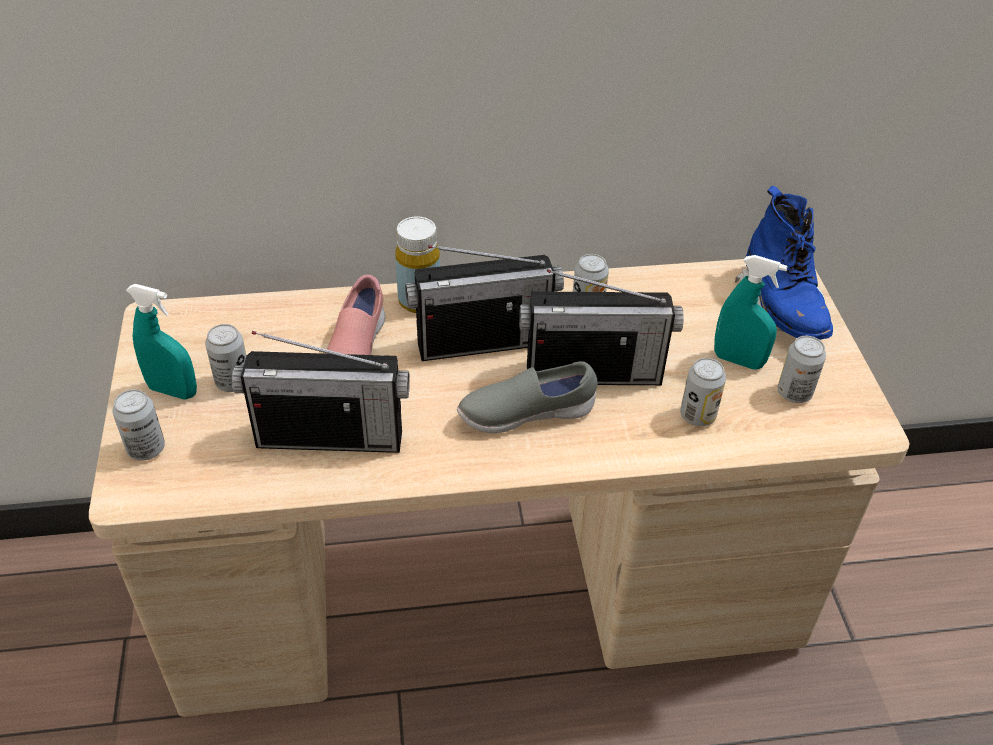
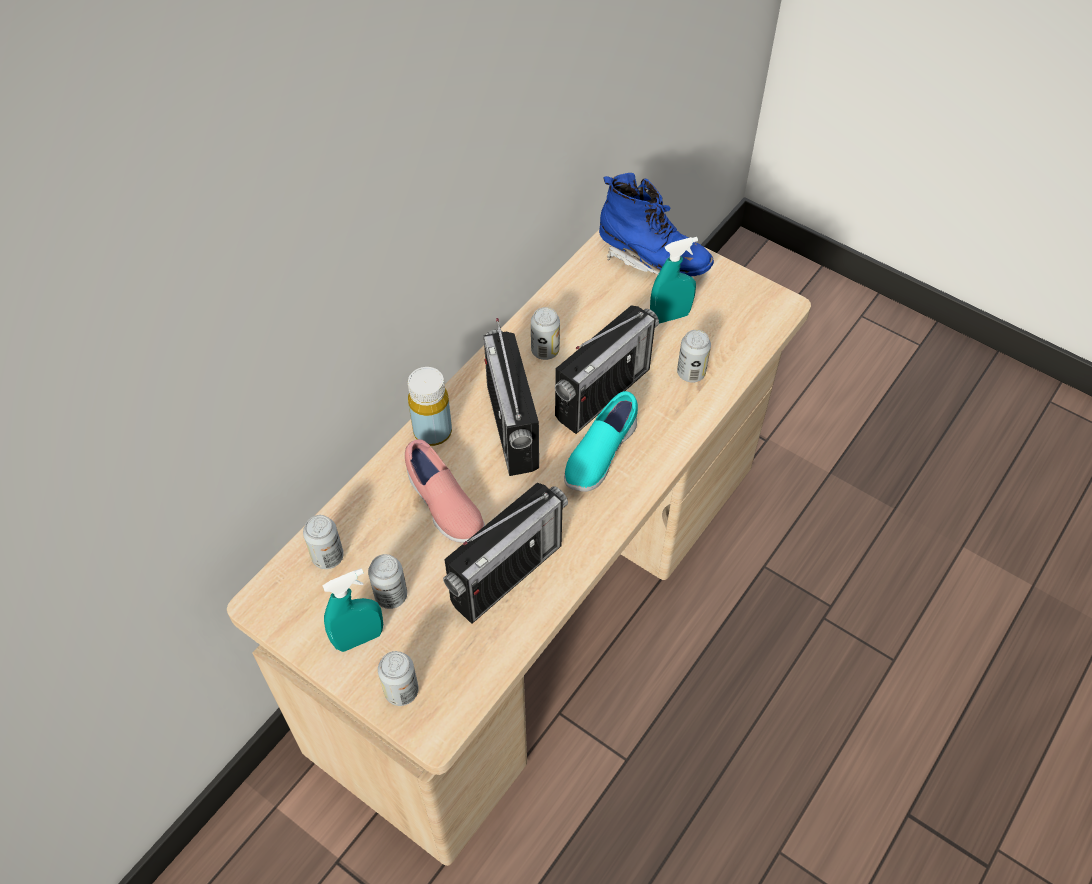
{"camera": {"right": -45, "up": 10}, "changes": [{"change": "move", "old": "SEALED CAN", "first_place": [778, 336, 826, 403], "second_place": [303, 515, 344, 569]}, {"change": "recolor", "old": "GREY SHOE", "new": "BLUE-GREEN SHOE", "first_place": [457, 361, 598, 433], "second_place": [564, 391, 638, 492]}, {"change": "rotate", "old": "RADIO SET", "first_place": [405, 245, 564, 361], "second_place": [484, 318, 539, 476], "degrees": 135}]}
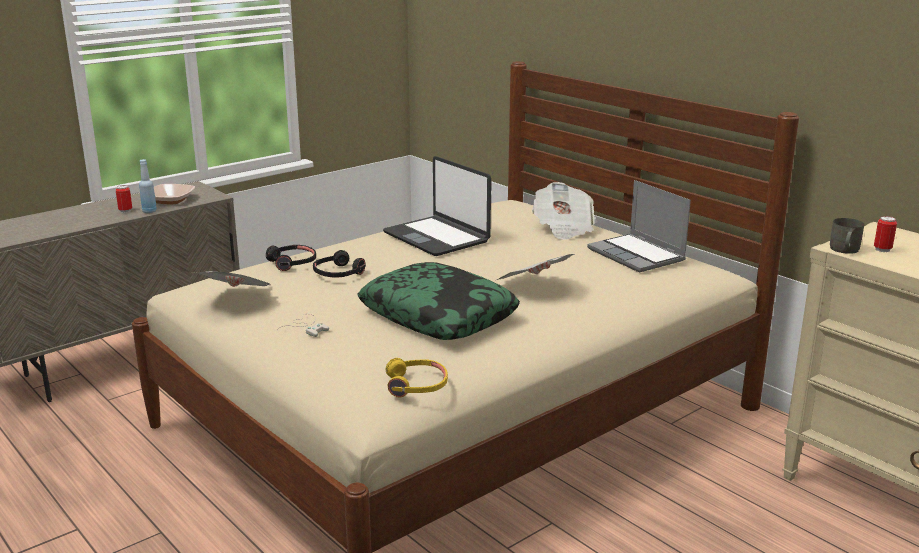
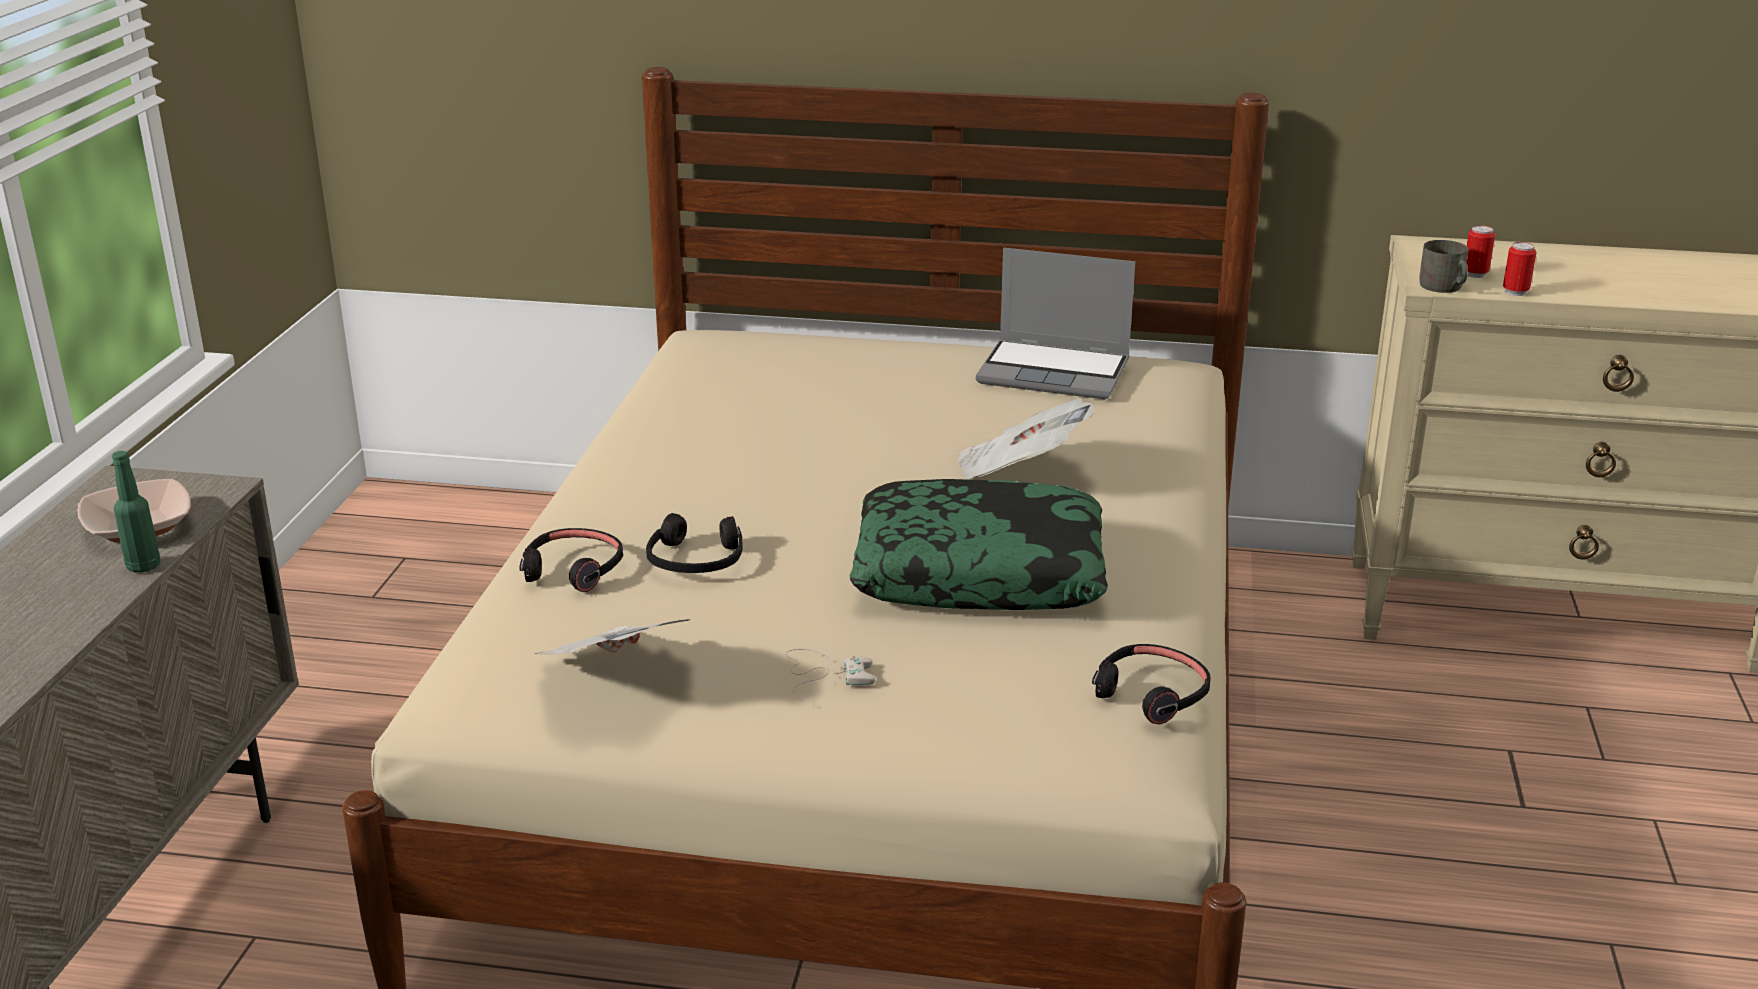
{"camera": {"right": -40, "up": 5}, "changes": [{"change": "delete", "old": "LAPTOP", "first_place": [383, 156, 491, 256]}, {"change": "delete", "old": "NEWSPAPER", "first_place": [532, 182, 595, 240]}, {"change": "move", "old": "SEALED CAN", "first_place": [116, 185, 132, 213], "second_place": [1503, 242, 1537, 296]}, {"change": "recolor", "old": "BLUISH DRINK BOTTLE", "new": "GREENISH DRINK BOTTLE", "first_place": [139, 159, 157, 213], "second_place": [112, 451, 160, 573]}, {"change": "recolor", "old": "YELLOWISH PAIR OF HEADPHONES", "new": "BLACKISH PAIR OF HEADPHONES", "first_place": [386, 358, 448, 398], "second_place": [1092, 644, 1210, 724]}]}
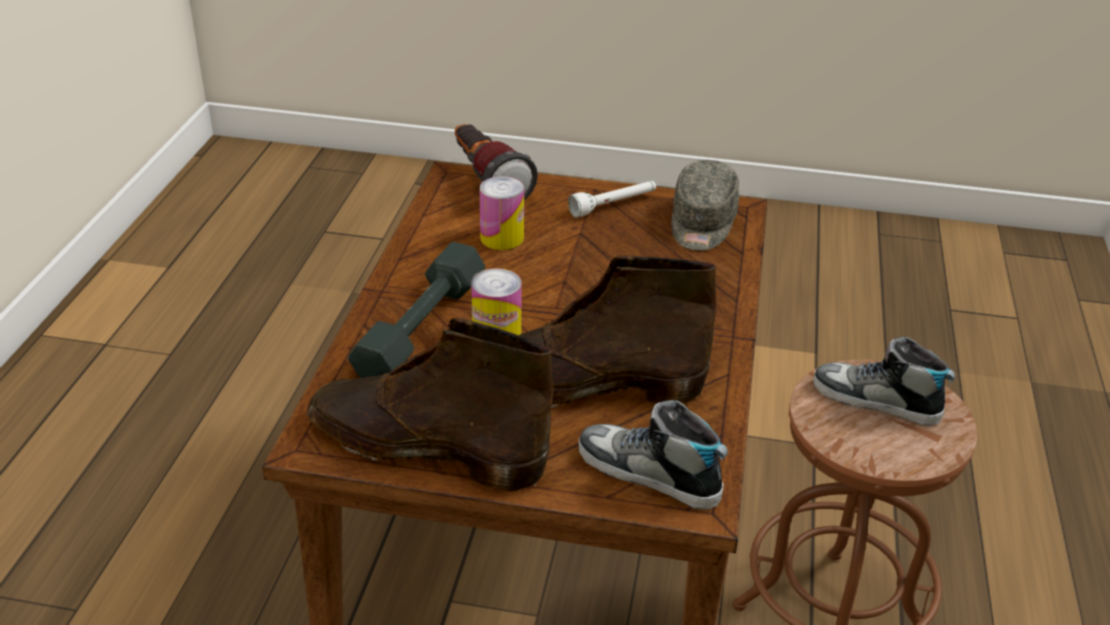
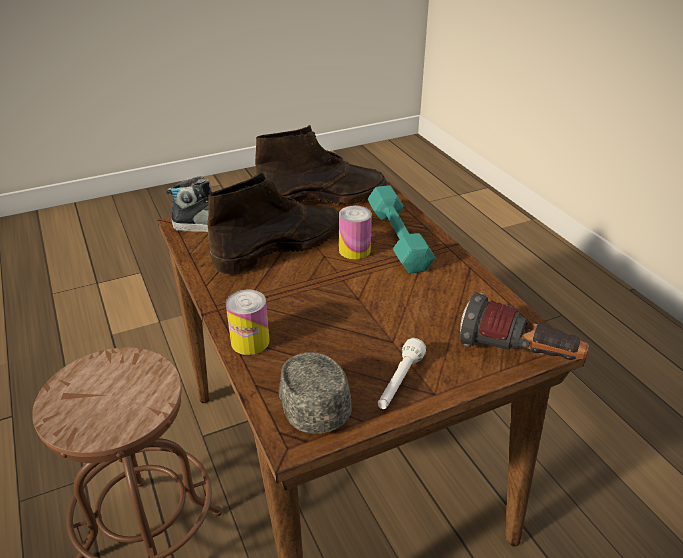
{"camera": {"right": 145, "up": 0}, "changes": [{"change": "delete", "old": "SHOE", "first_place": [813, 337, 955, 426]}, {"change": "move", "old": "SEALED CAN", "first_place": [479, 176, 524, 250], "second_place": [226, 290, 270, 355]}, {"change": "recolor", "old": "GREY HAND WEIGHT", "new": "BLUE-GREEN HAND WEIGHT", "first_place": [347, 242, 485, 378], "second_place": [368, 185, 435, 274]}]}
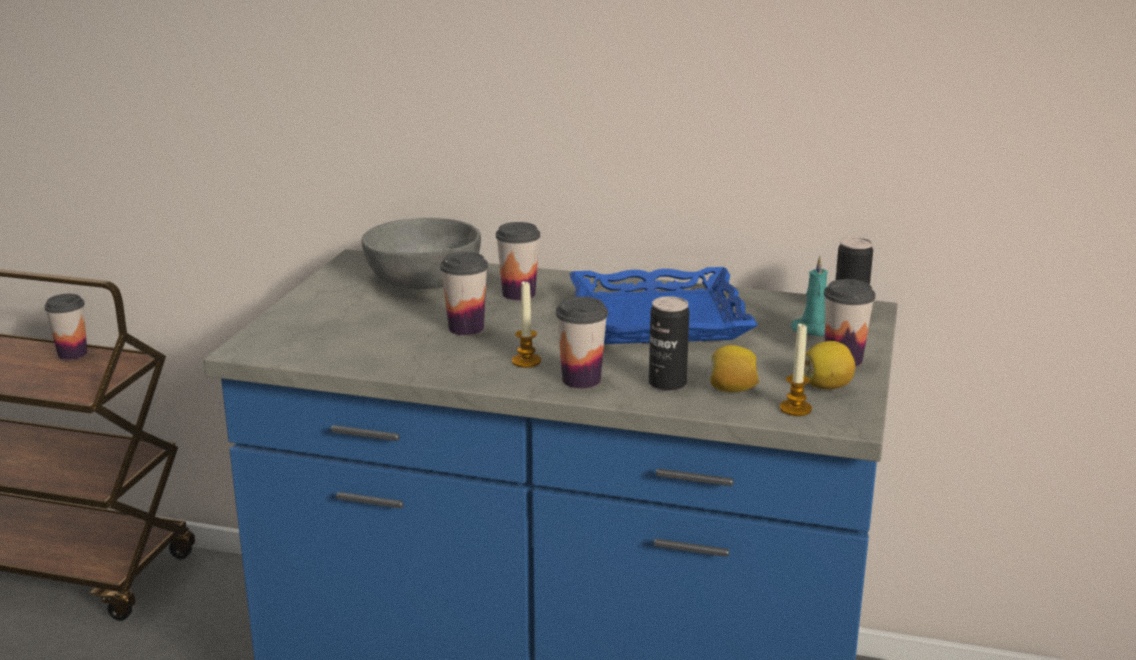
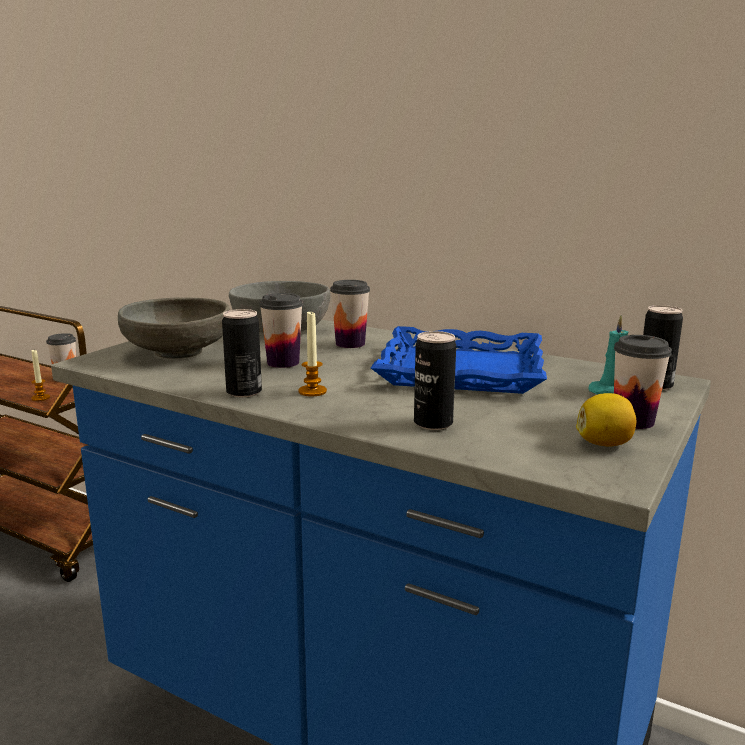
{"camera": {"right": 15, "up": -5}, "changes": [{"change": "delete", "old": "DRINKING CUP", "first_place": [556, 297, 608, 388]}, {"change": "delete", "old": "WHOLE LEMON", "first_place": [710, 345, 759, 392]}, {"change": "insert", "new": "GREY BOWL", "second_place": [118, 298, 230, 359]}, {"change": "insert", "new": "SEALED CAN", "second_place": [222, 309, 262, 397]}, {"change": "move", "old": "WAX CANDLE", "first_place": [780, 322, 812, 416], "second_place": [31, 350, 50, 401]}]}
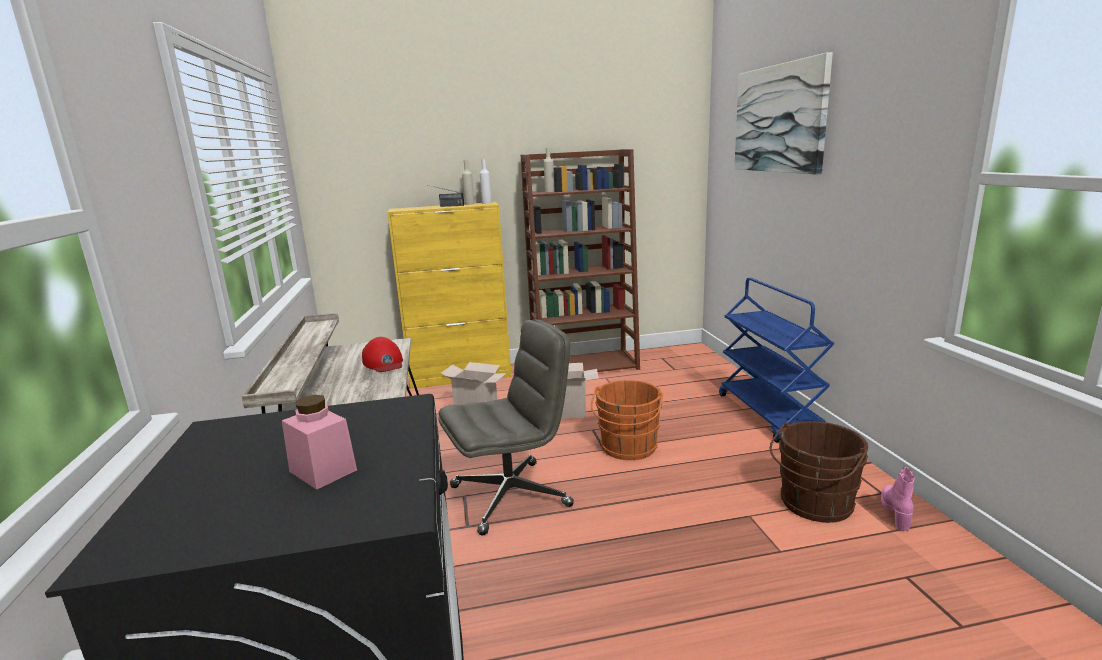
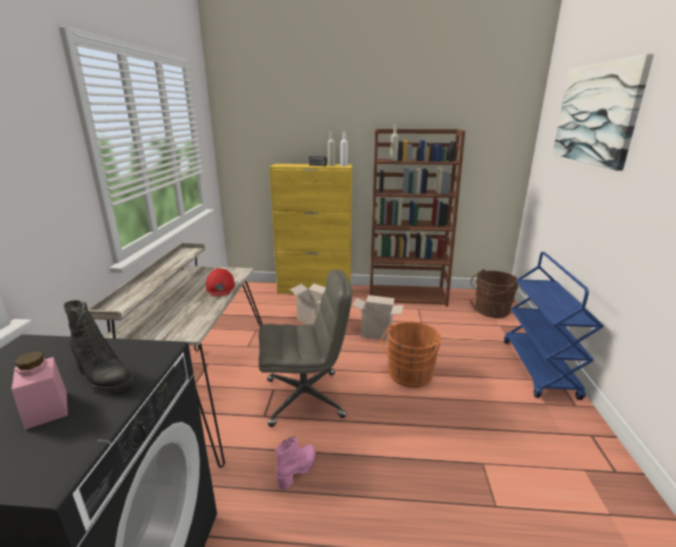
{"camera": {"right": 15, "up": 5}, "changes": [{"change": "insert", "new": "BLACKISH TALL BOOT", "second_place": [64, 300, 133, 393]}, {"change": "move", "old": "BROWN-COLOURED PAIL", "first_place": [770, 421, 868, 523], "second_place": [471, 269, 518, 318]}, {"change": "move", "old": "PINKISH TALL BOOT", "first_place": [881, 467, 915, 531], "second_place": [276, 436, 315, 490]}]}
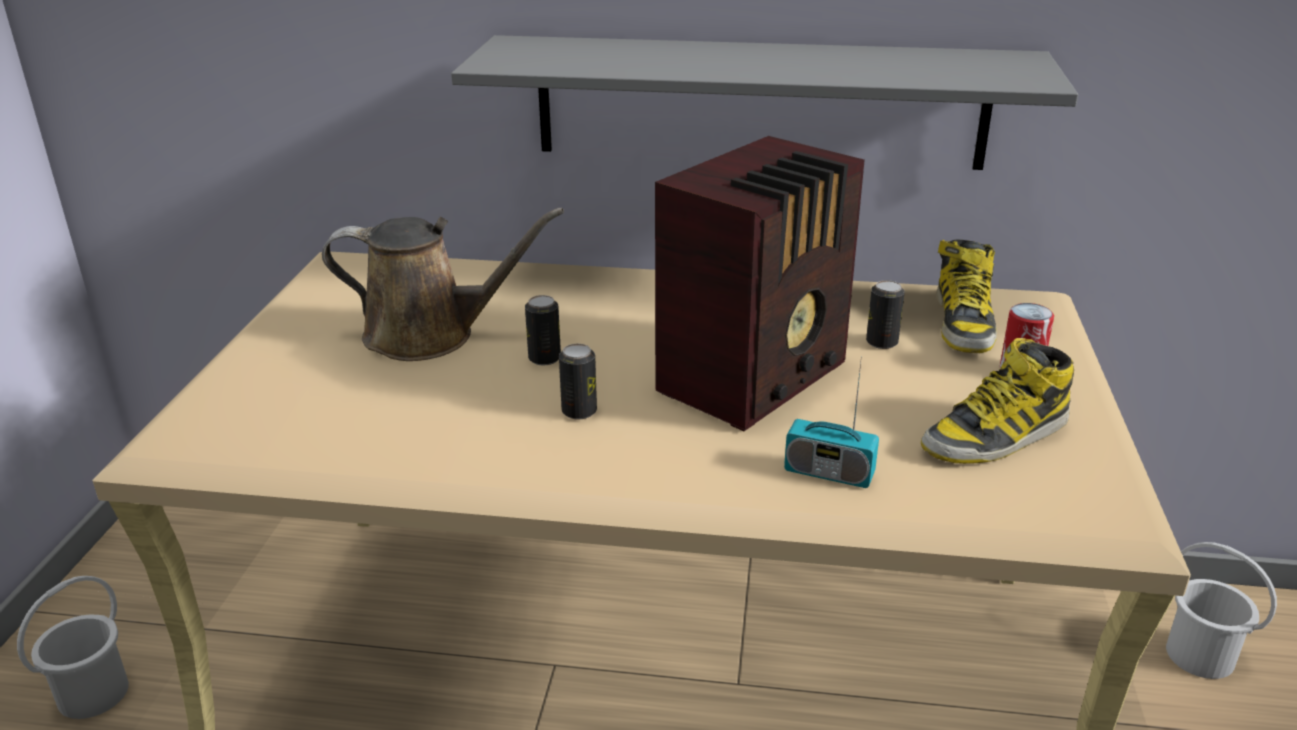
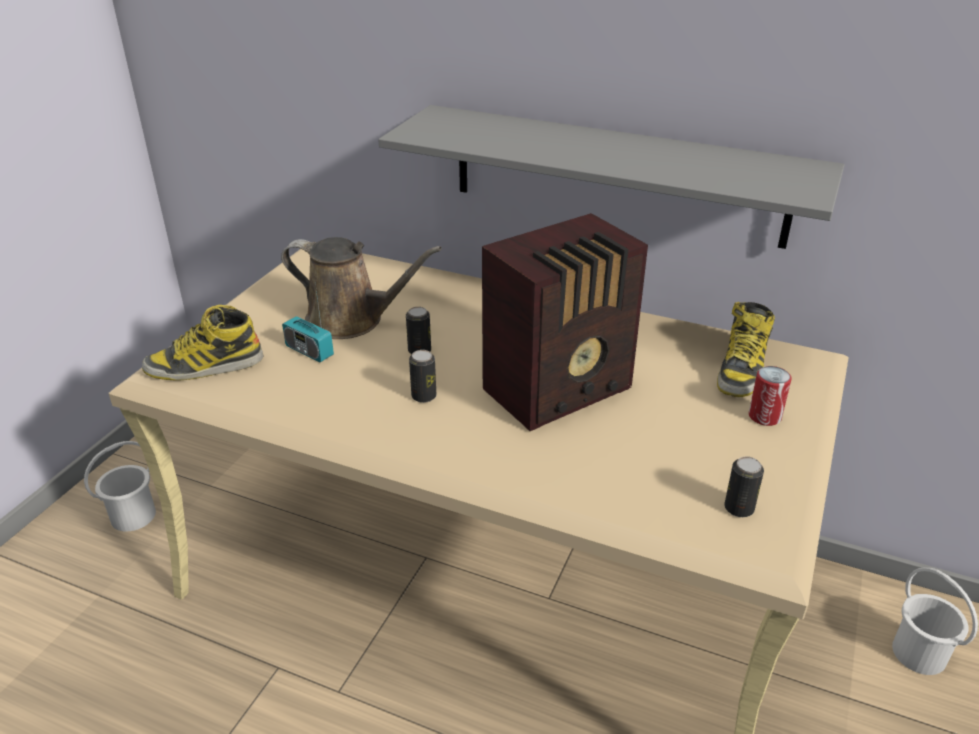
{"camera": {"right": 15, "up": 5}, "changes": [{"change": "move", "old": "RADIO SET", "first_place": [784, 363, 879, 488], "second_place": [282, 283, 334, 362]}, {"change": "move", "old": "SEALED CAN", "first_place": [866, 280, 905, 349], "second_place": [724, 457, 764, 517]}, {"change": "move", "old": "TALL BOOT", "first_place": [921, 338, 1074, 464], "second_place": [142, 305, 264, 380]}]}
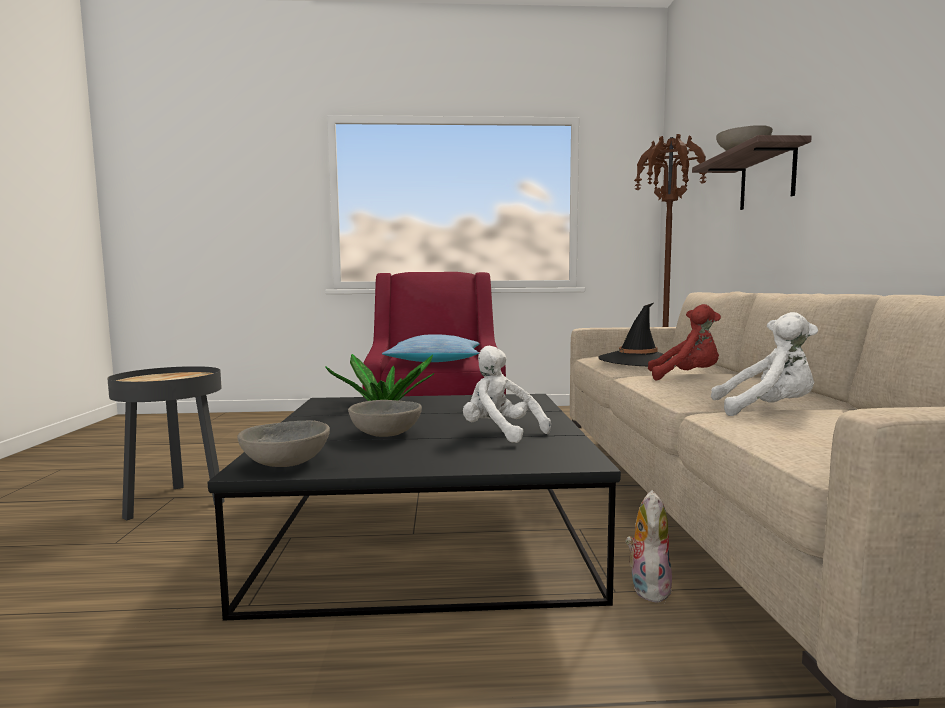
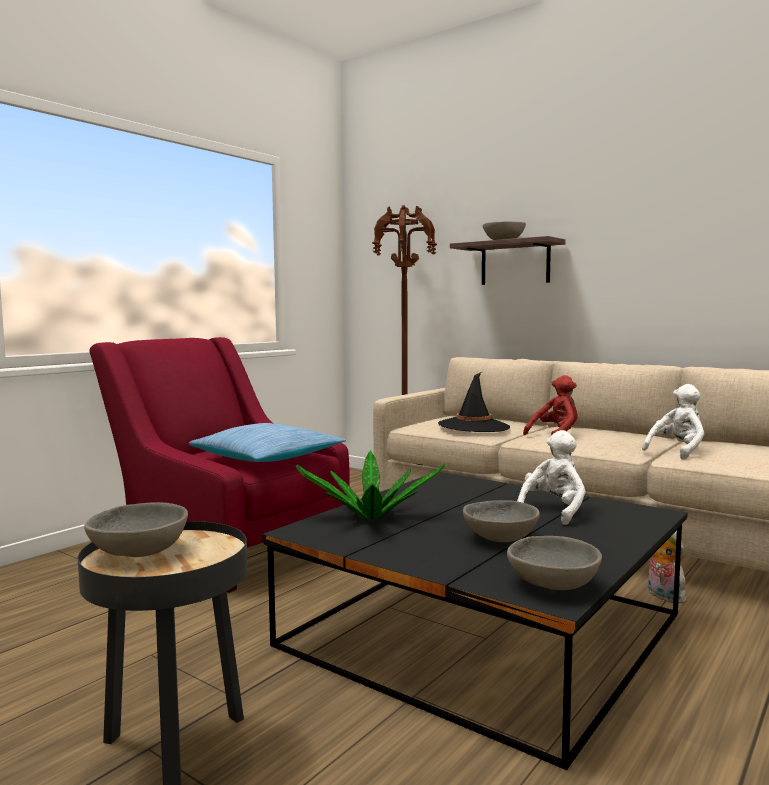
{"camera": {"right": -50, "up": 0}, "changes": [{"change": "insert", "new": "GREY BOWL", "second_place": [84, 502, 188, 557]}, {"change": "rotate", "old": "WHITE-COLOURED CUDDLY TOY", "first_place": [463, 346, 551, 443], "second_place": [517, 430, 585, 525], "degrees": 135}]}
